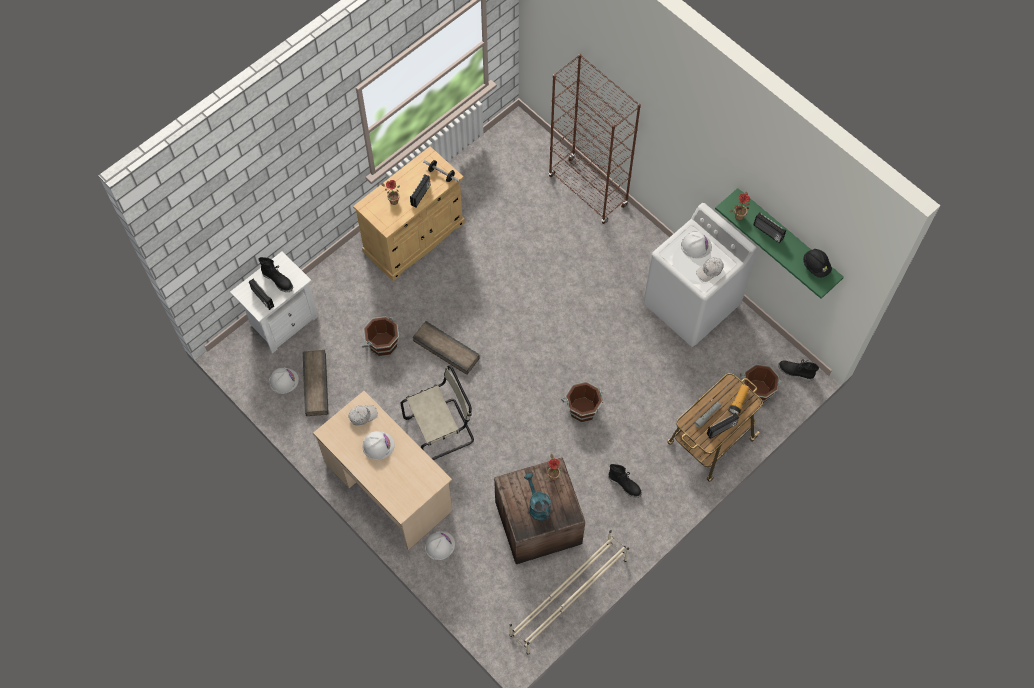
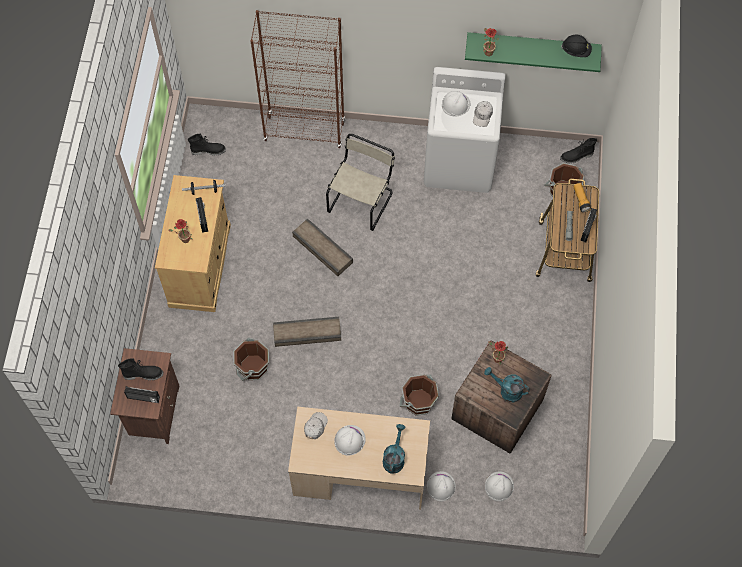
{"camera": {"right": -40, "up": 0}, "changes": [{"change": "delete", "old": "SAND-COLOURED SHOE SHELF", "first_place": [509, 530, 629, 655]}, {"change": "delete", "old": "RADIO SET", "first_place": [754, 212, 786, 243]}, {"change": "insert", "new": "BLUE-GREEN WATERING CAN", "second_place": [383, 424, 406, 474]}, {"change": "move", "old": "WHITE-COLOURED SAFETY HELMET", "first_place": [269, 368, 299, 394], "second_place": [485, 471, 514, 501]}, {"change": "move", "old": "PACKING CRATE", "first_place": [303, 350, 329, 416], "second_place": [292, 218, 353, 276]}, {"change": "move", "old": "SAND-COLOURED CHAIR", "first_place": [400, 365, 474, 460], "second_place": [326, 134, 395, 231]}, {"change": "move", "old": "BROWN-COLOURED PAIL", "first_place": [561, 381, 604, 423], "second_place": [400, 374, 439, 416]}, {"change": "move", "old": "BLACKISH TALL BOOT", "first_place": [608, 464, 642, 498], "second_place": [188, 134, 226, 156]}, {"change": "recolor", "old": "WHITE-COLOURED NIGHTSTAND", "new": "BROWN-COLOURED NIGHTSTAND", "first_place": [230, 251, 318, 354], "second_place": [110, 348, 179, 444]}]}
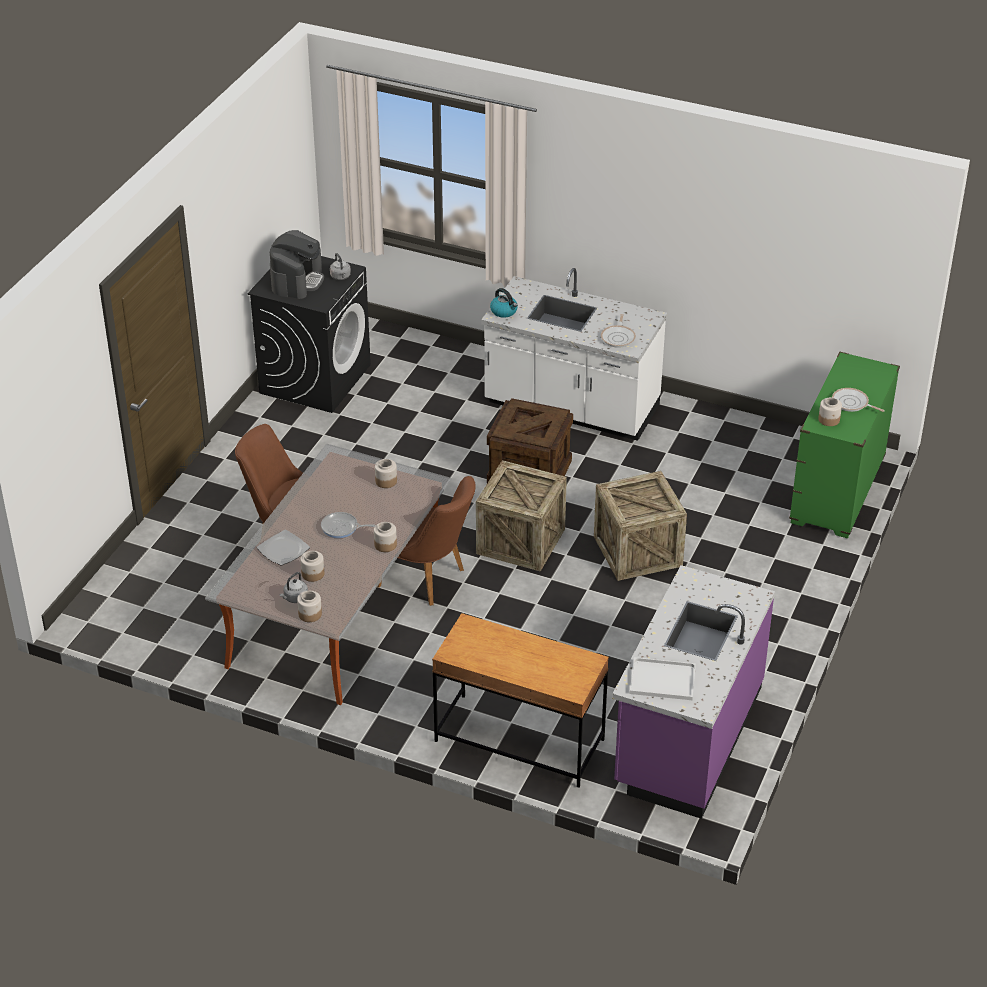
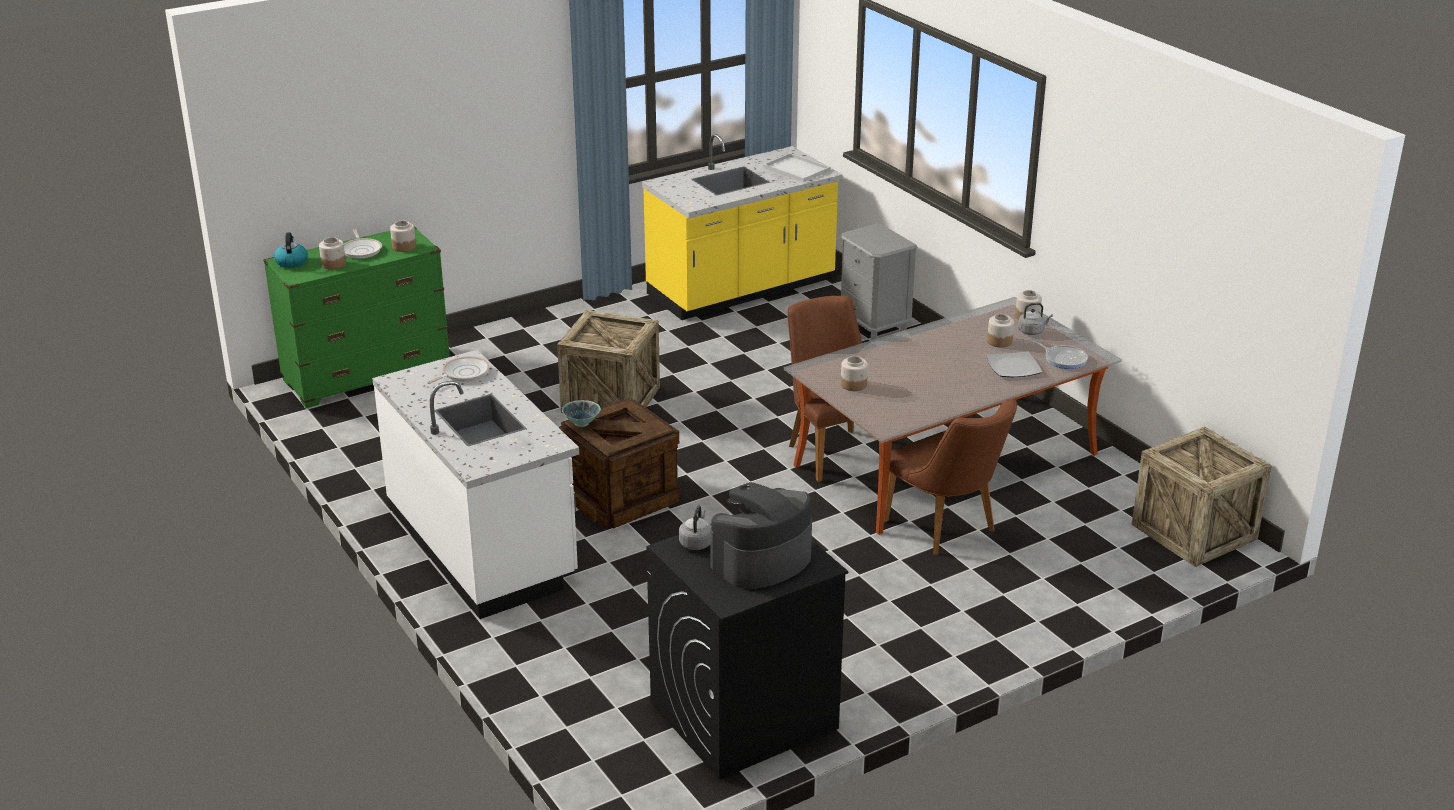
{"camera": {"right": -145, "up": -10}, "changes": [{"change": "insert", "new": "BOWL", "second_place": [562, 400, 601, 427]}, {"change": "move", "old": "PAN", "first_place": [321, 512, 376, 538], "second_place": [1031, 340, 1088, 369]}, {"change": "move", "old": "JAR", "first_place": [374, 522, 397, 552], "second_place": [319, 237, 346, 269]}, {"change": "move", "old": "PACKING CRATE", "first_place": [476, 460, 567, 572], "second_place": [1131, 427, 1272, 567]}, {"change": "move", "old": "WATER KETTLE", "first_place": [490, 288, 518, 318], "second_place": [274, 232, 308, 268]}, {"change": "replace", "old": "BROWN-COLOURED DESK", "new": "GREY NIGHTSTAND", "first_place": [432, 613, 609, 788], "second_place": [841, 223, 917, 340]}, {"change": "recolor", "old": "PURPLISH COUNTER", "new": "YELLOWISH COUNTER", "first_place": [612, 565, 775, 819], "second_place": [642, 134, 843, 320]}]}
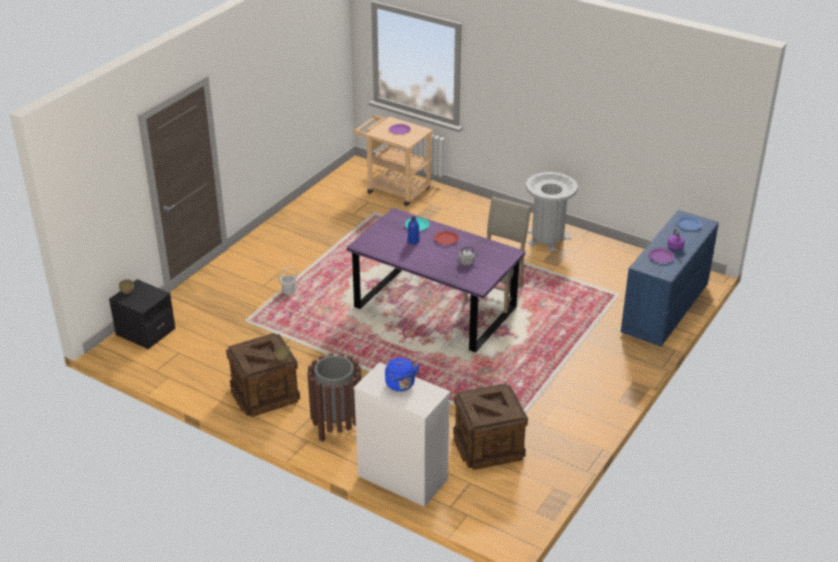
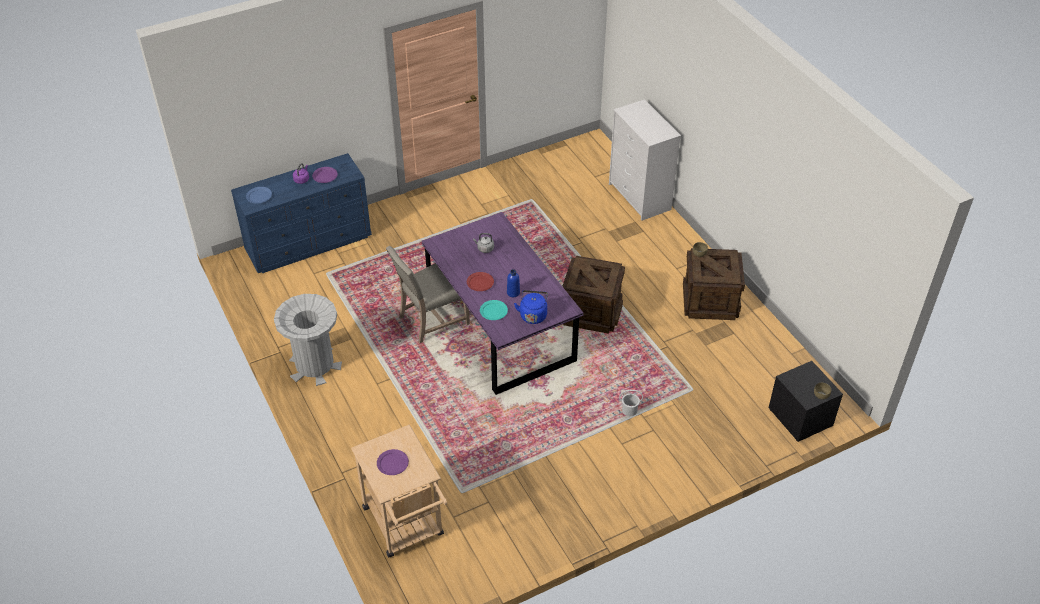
{"camera": {"right": -150, "up": 10}, "changes": [{"change": "delete", "old": "BROWN-COLOURED WASTE BIN", "first_place": [307, 353, 361, 442]}, {"change": "move", "old": "BLUISH WATER KETTLE", "first_place": [385, 358, 420, 391], "second_place": [514, 290, 548, 324]}, {"change": "move", "old": "PACKING CRATE", "first_place": [453, 383, 528, 470], "second_place": [562, 256, 625, 334]}]}
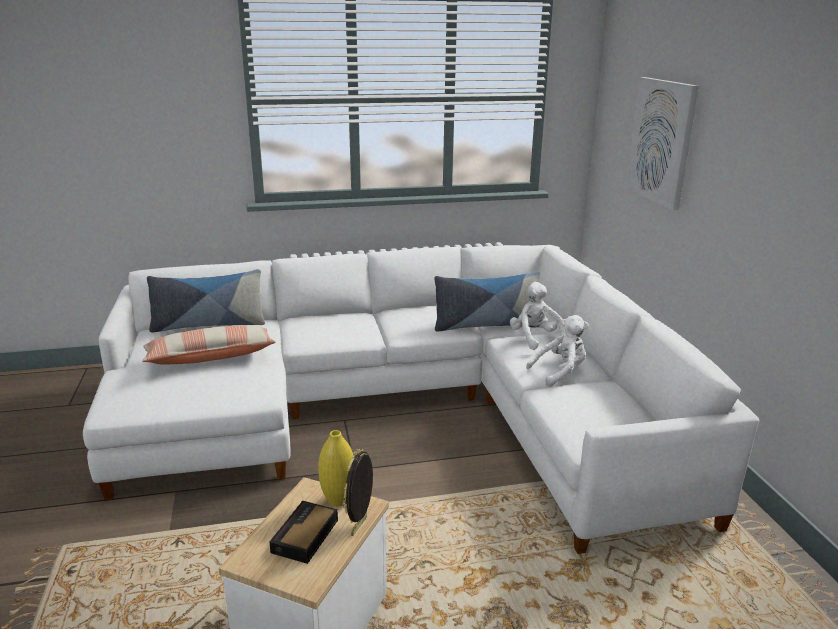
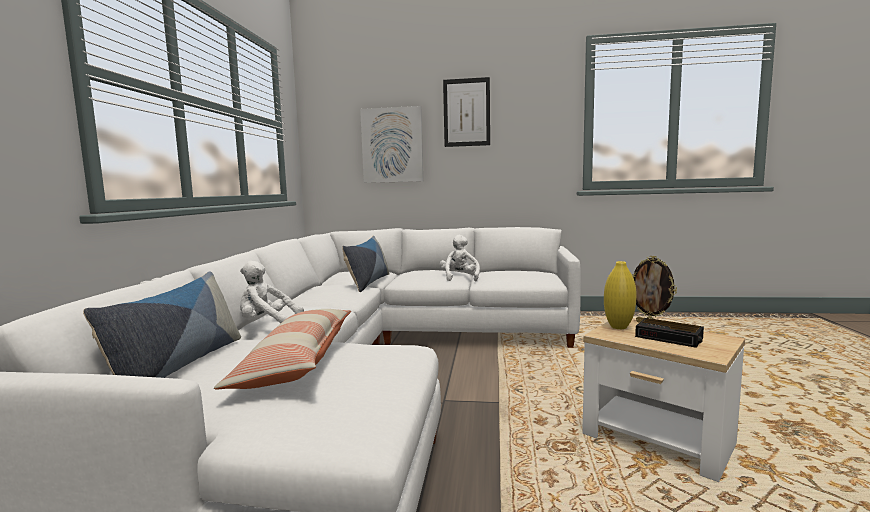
{"camera": {"right": -70, "up": -15}, "changes": [{"change": "insert", "new": "WALL ART", "second_place": [443, 77, 490, 147]}, {"change": "move", "old": "WHITE-COLOURED CUDDLY TOY", "first_place": [510, 282, 566, 350], "second_place": [240, 261, 304, 323]}]}
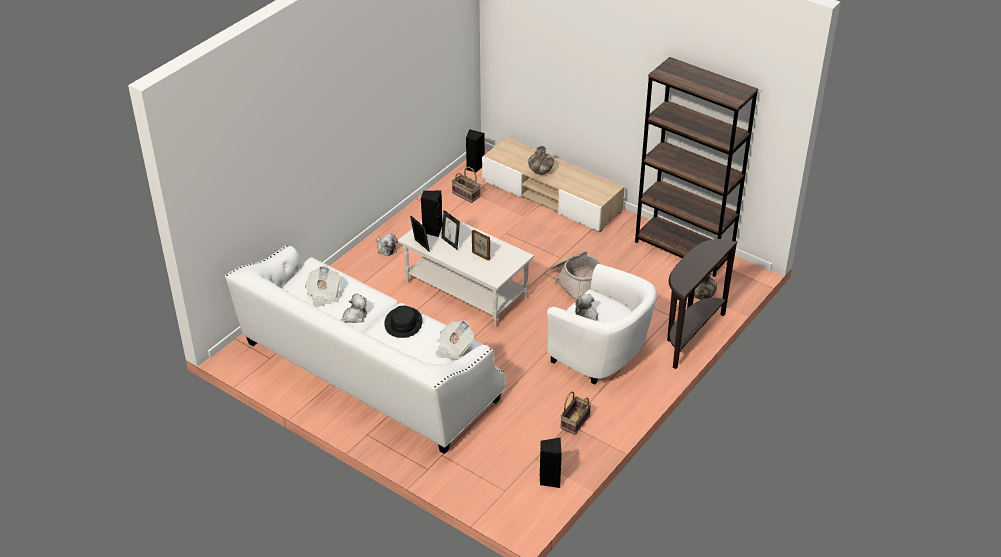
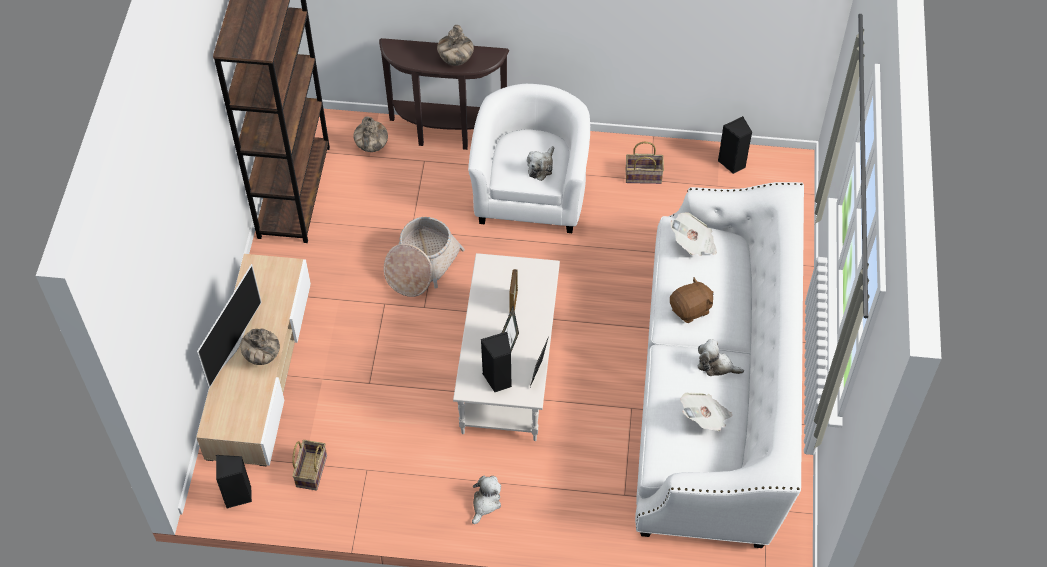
{"camera": {"right": -120, "up": 15}, "changes": [{"change": "insert", "new": "TELEVISION", "second_place": [197, 264, 262, 388]}, {"change": "insert", "new": "FLOWER VASE", "second_place": [437, 25, 474, 66]}, {"change": "replace", "old": "BLACKISH CLOTHING HAT", "new": "BROWN-COLOURED CUDDLY TOY", "first_place": [384, 306, 423, 338], "second_place": [670, 277, 713, 323]}]}
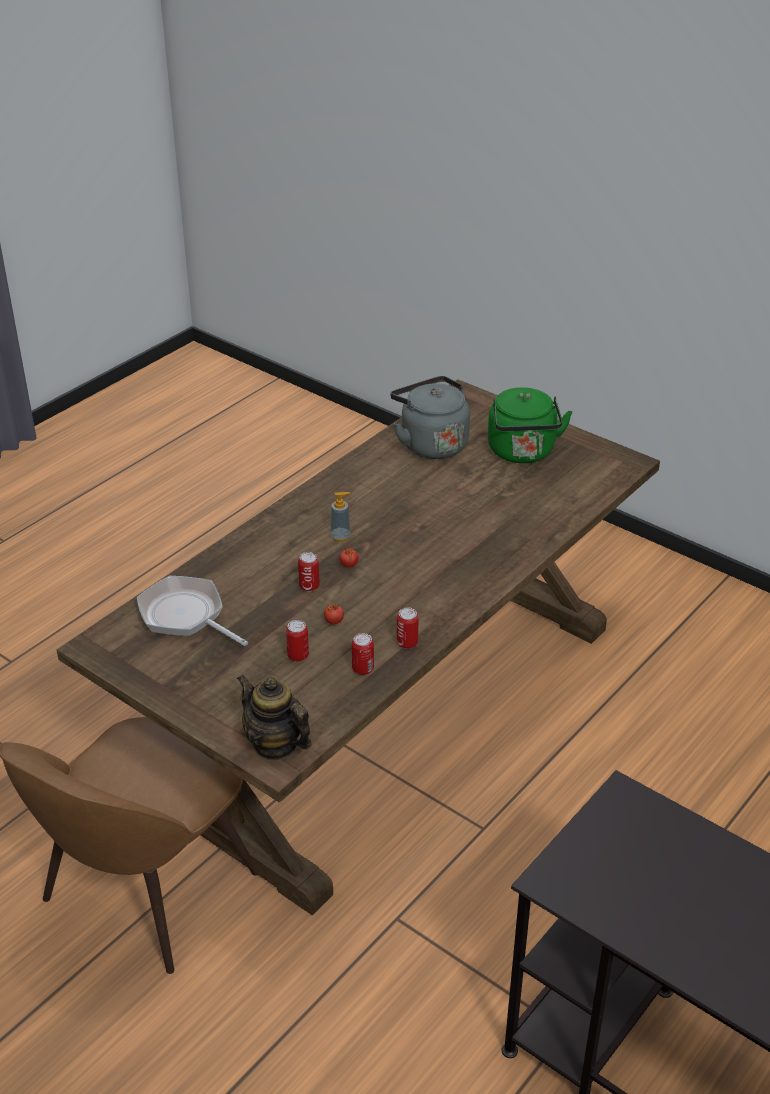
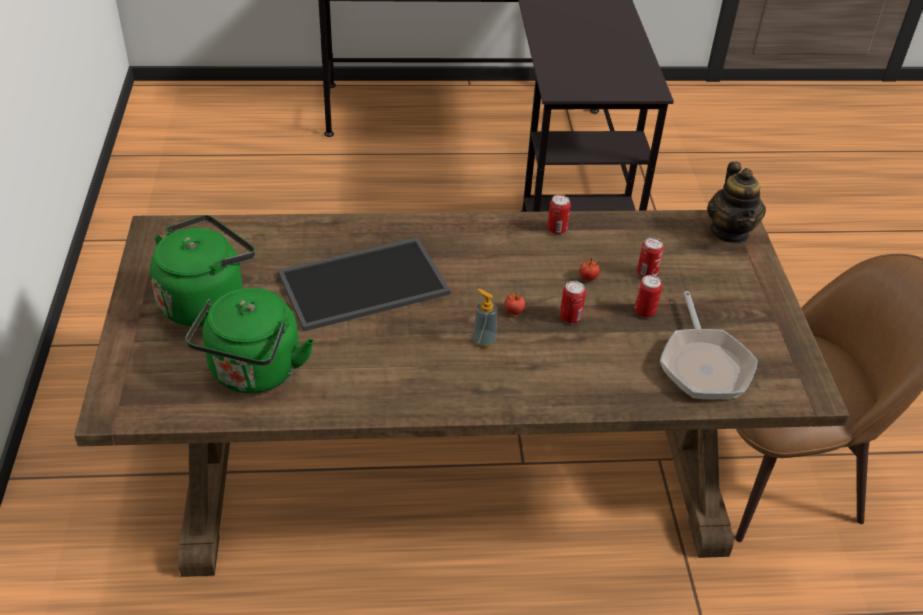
{"camera": {"right": -135, "up": 5}, "changes": [{"change": "insert", "new": "CARRYING TRAY", "second_place": [278, 237, 450, 331]}, {"change": "move", "old": "SEALED CAN", "first_place": [352, 633, 374, 675], "second_place": [635, 275, 662, 317]}, {"change": "recolor", "old": "GREY WATER KETTLE", "new": "GREENISH WATER KETTLE", "first_place": [391, 376, 470, 459], "second_place": [185, 288, 314, 393]}]}
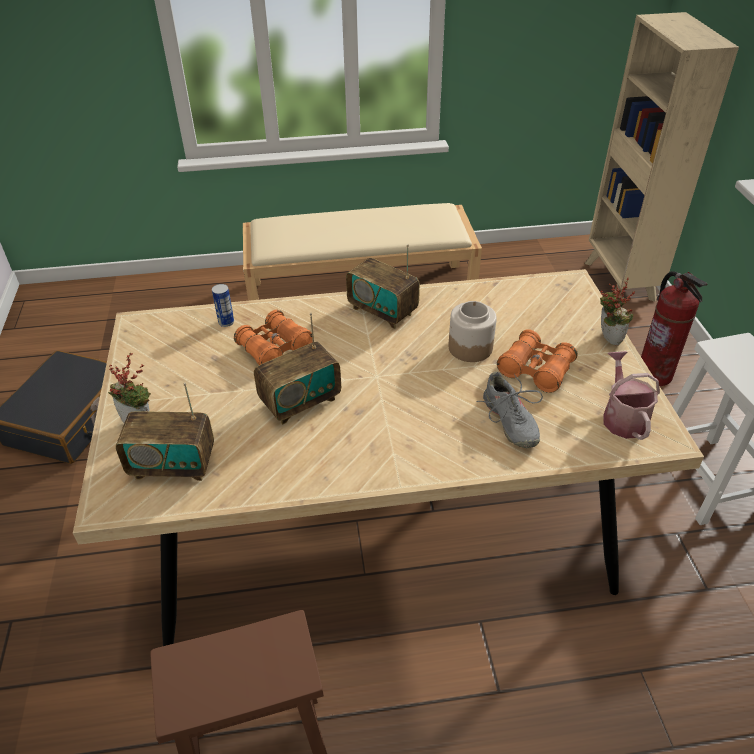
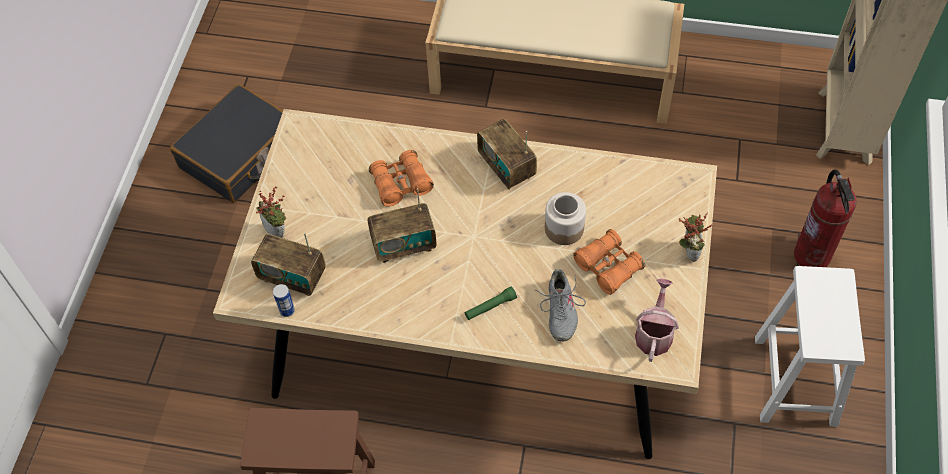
{"camera": {"right": 20, "up": 15}, "changes": [{"change": "insert", "new": "GREENISH FLASHLIGHT", "second_place": [465, 287, 517, 320]}, {"change": "move", "old": "SEALED CAN", "first_place": [212, 284, 234, 327], "second_place": [273, 284, 295, 317]}]}
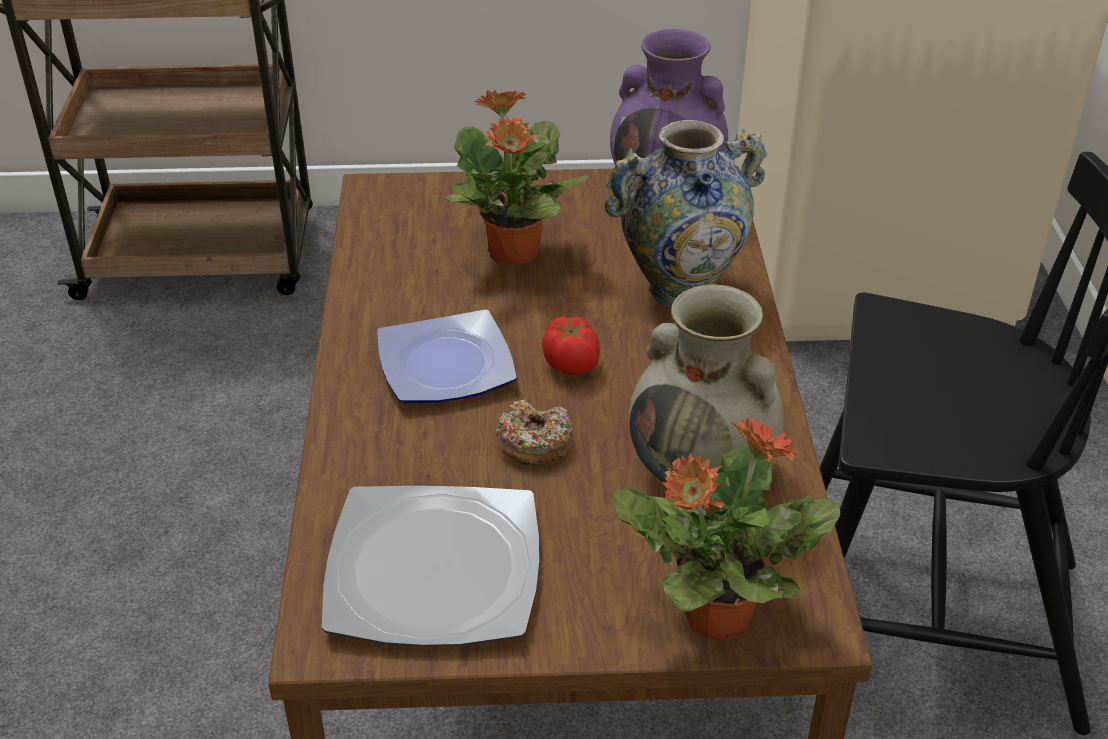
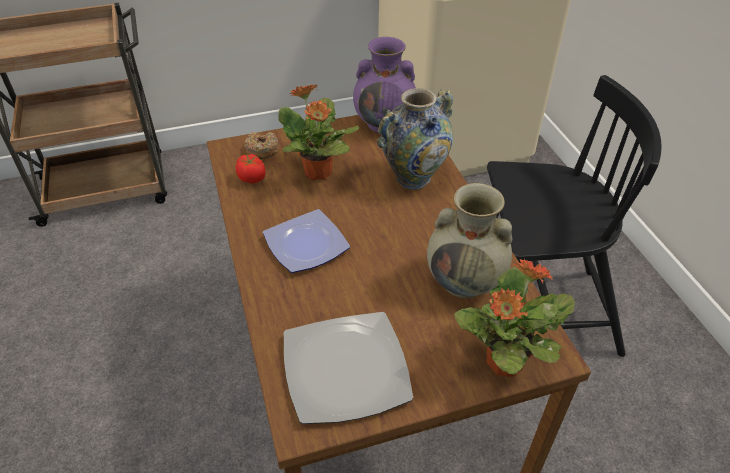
{"camera": {"right": -15, "up": 5}, "changes": [{"change": "move", "old": "DOUGHNUT", "first_place": [496, 399, 574, 466], "second_place": [244, 132, 279, 159]}, {"change": "move", "old": "FRESH TOMATO", "first_place": [542, 316, 600, 375], "second_place": [236, 154, 266, 183]}]}
